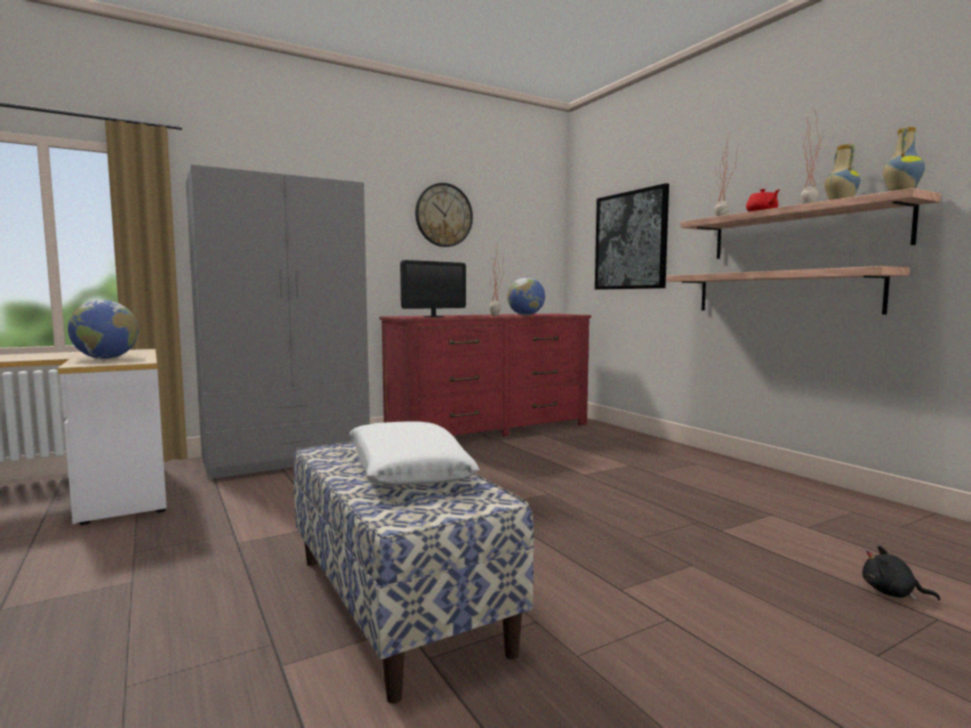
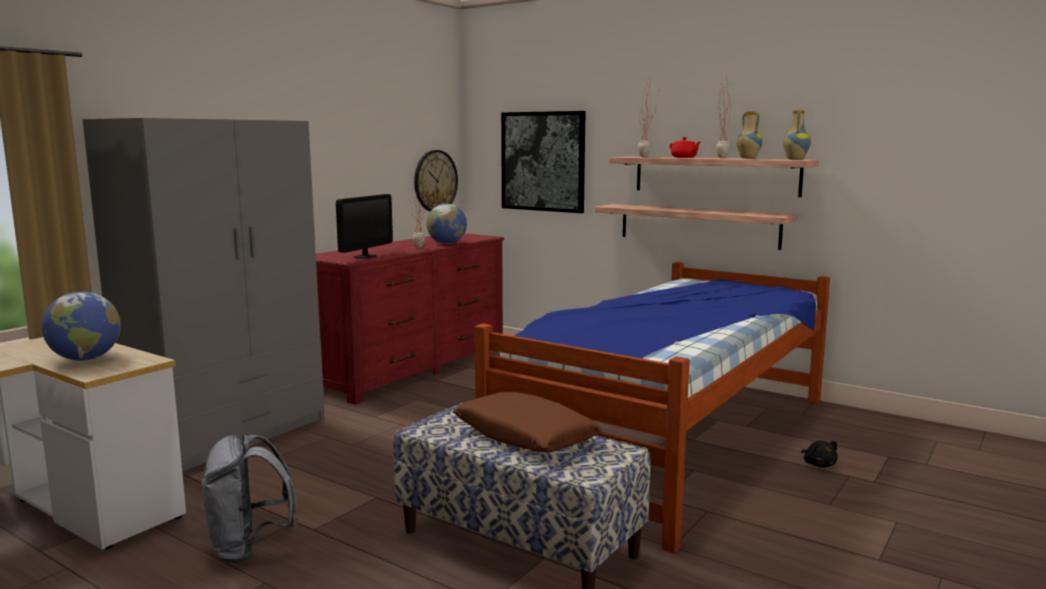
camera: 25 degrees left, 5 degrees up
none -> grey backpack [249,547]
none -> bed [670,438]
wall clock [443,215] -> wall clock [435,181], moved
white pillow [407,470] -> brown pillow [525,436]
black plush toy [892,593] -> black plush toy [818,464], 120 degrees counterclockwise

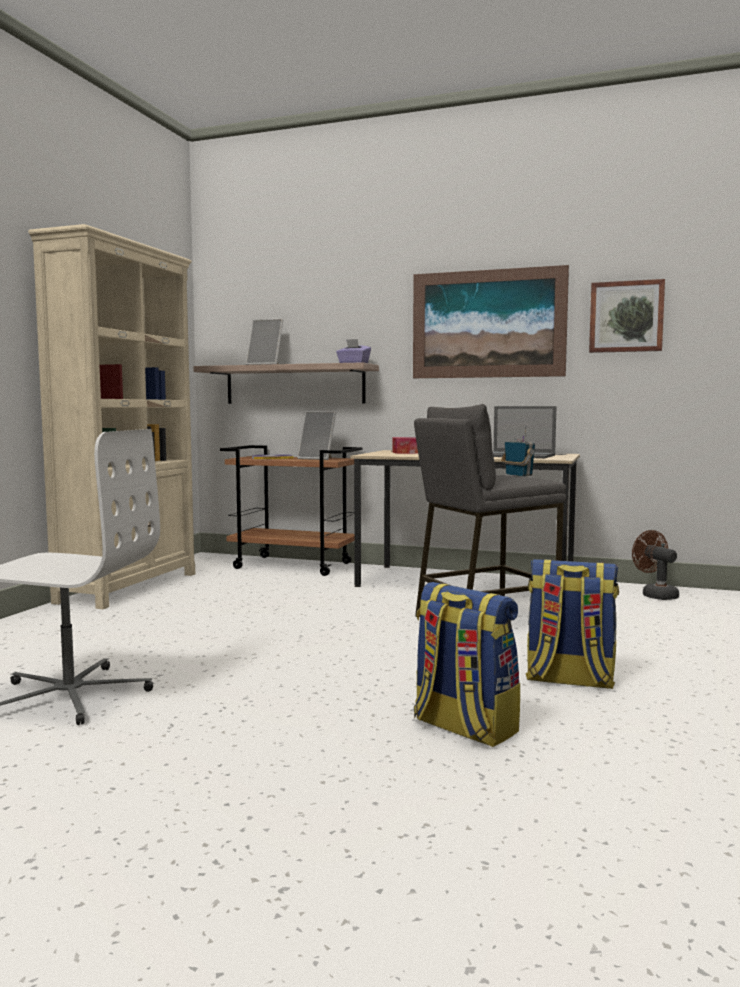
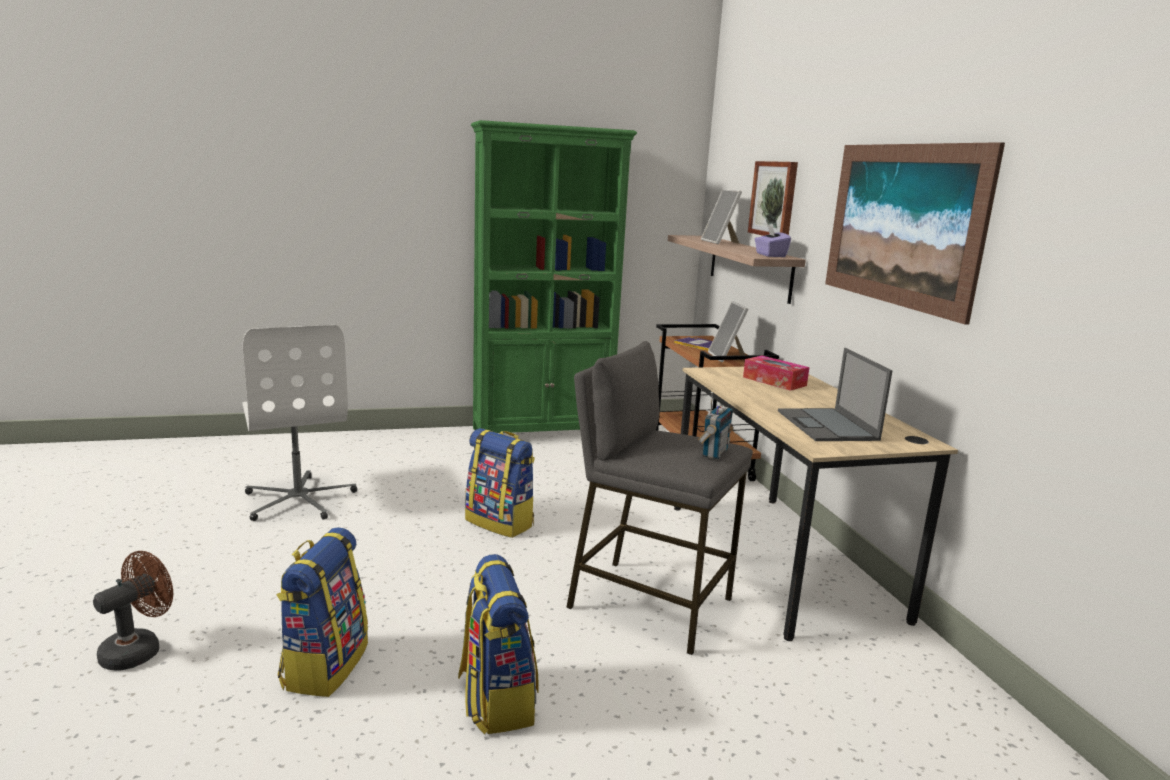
camera: 55 degrees right, 10 degrees up
none -> backpack [501,522]
picture [626,317] -> picture [774,199], moved
brown fan [655,595] -> brown fan [138,650], moved
beige bookcase [129,587] -> green bookcase [543,433]

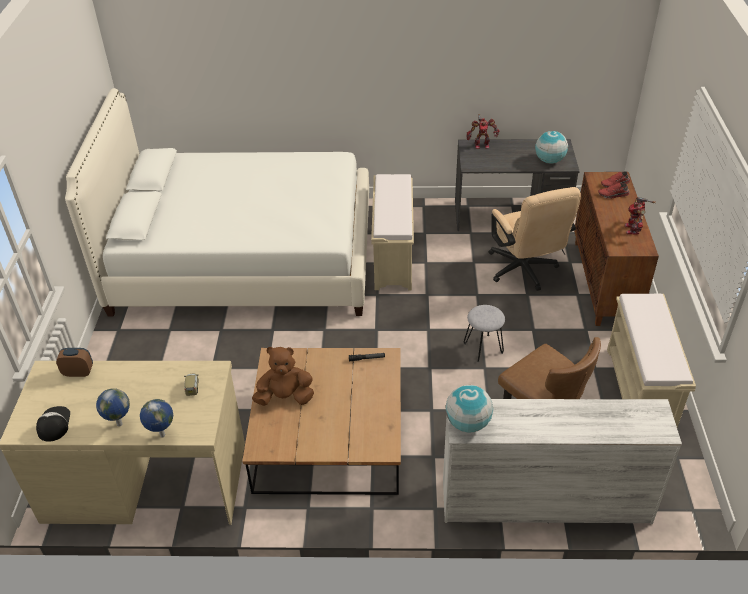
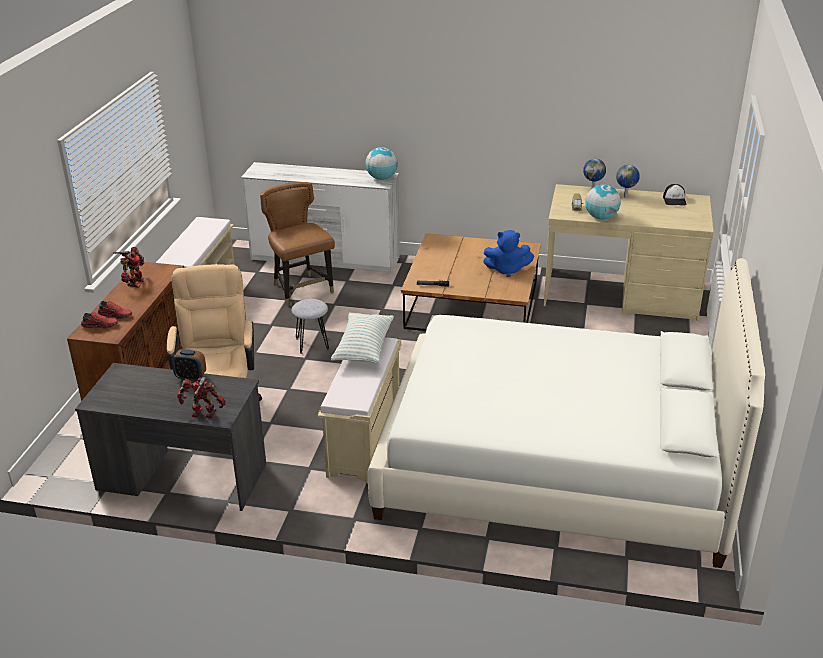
camera: 170 degrees left, 10 degrees down
none -> pillow [363,348]
alarm clock [78,372] -> alarm clock [191,377], moved
globe [549,160] -> globe [601,217], moved
brown plush toy [285,397] -> blue plush toy [507,270]

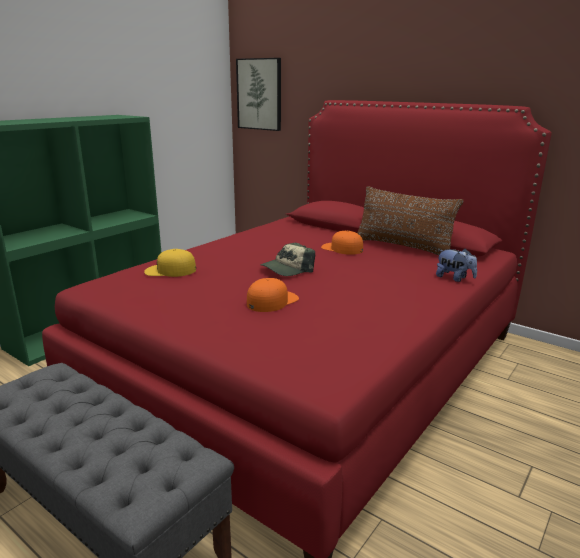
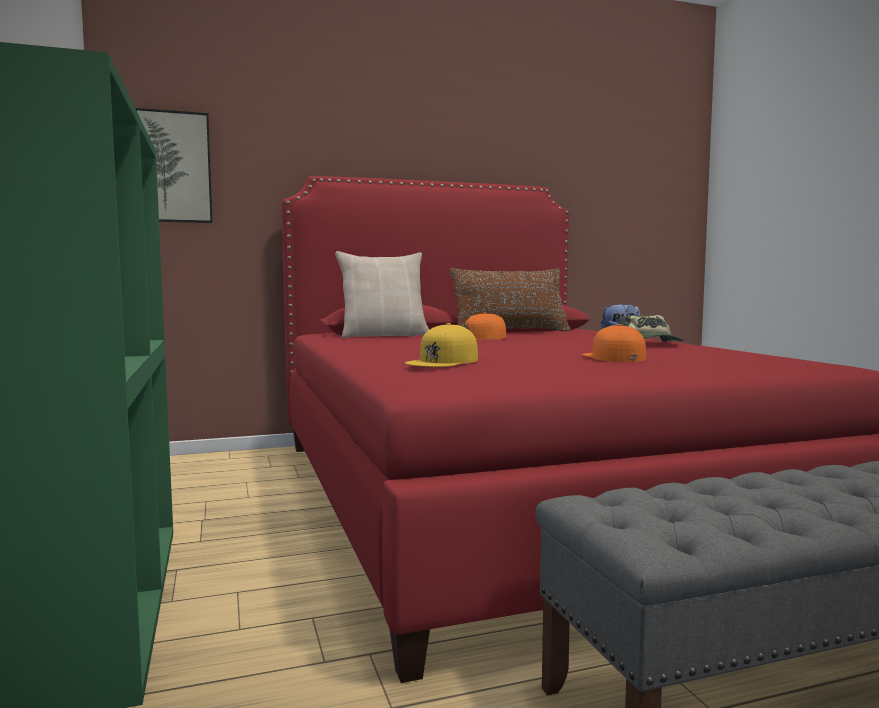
camera: 55 degrees left, 15 degrees down
none -> beige pillow [383,335]
cap [287,269] -> cap [650,343], moved

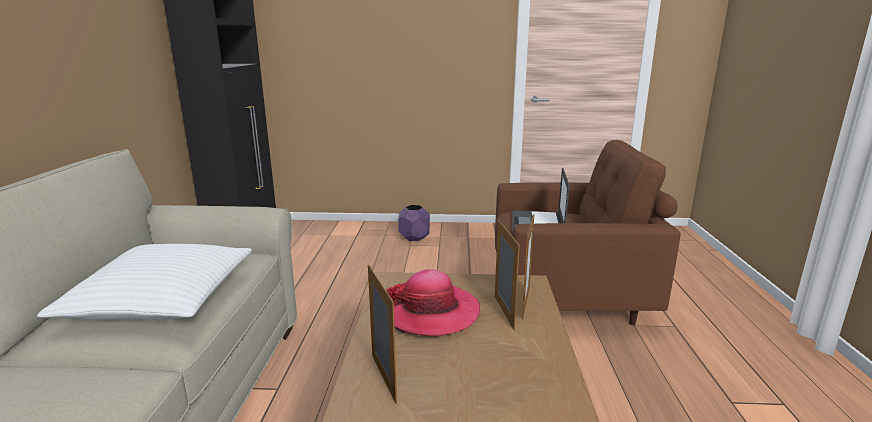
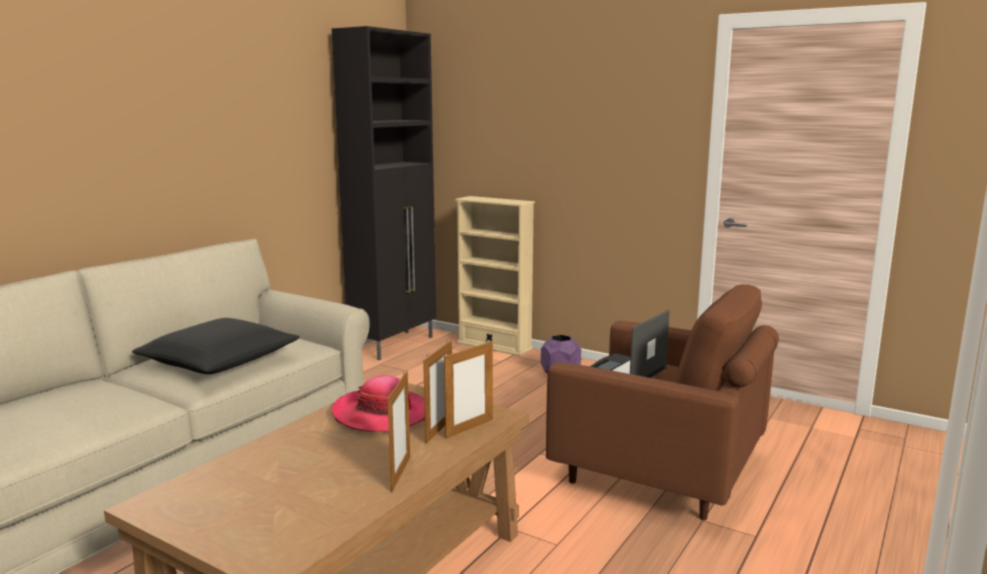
camera: 30 degrees right, 5 degrees down
none -> beige bookcase [494,346]
picture frame [383,377] -> picture frame [400,473], moved
white pillow [161,298] -> black pillow [219,361]

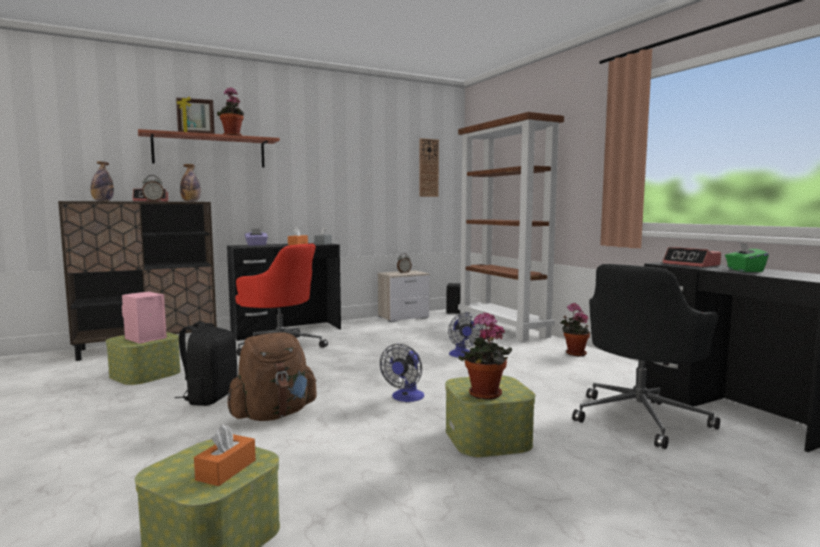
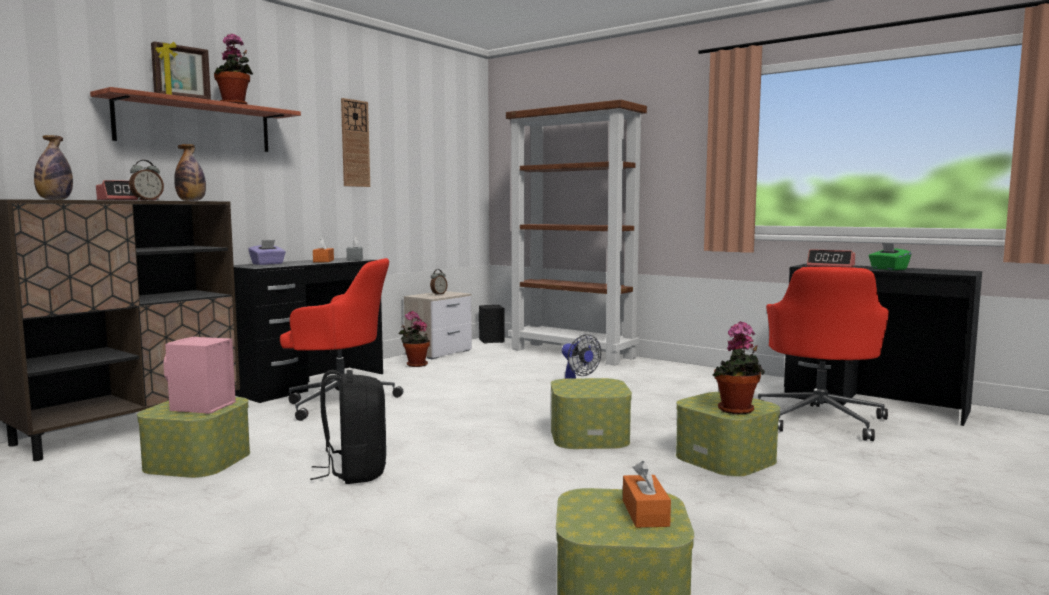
camera: 25 degrees left, 0 degrees up
brown backpack [273,415] -> none
wall clock [428,168] -> wall clock [355,143], moved
potted plant [574,353] -> potted plant [415,365], moved
fan [405,398] -> storage box [589,436]
black office chair [640,418] -> red office chair [820,420]

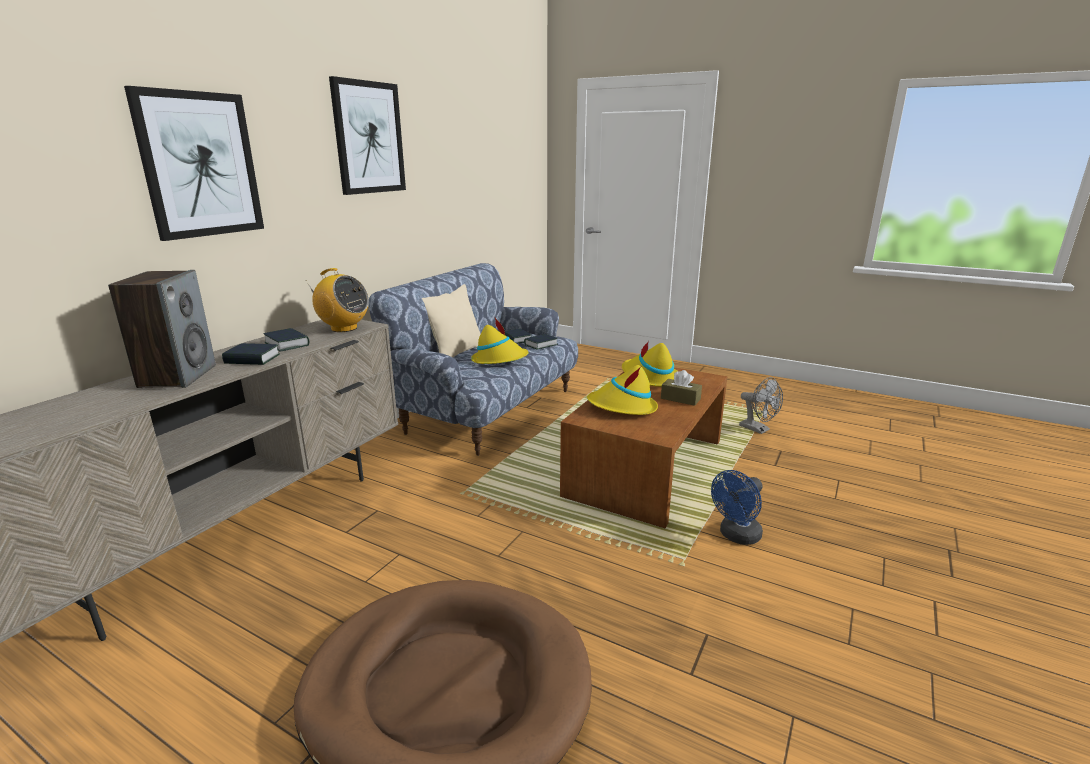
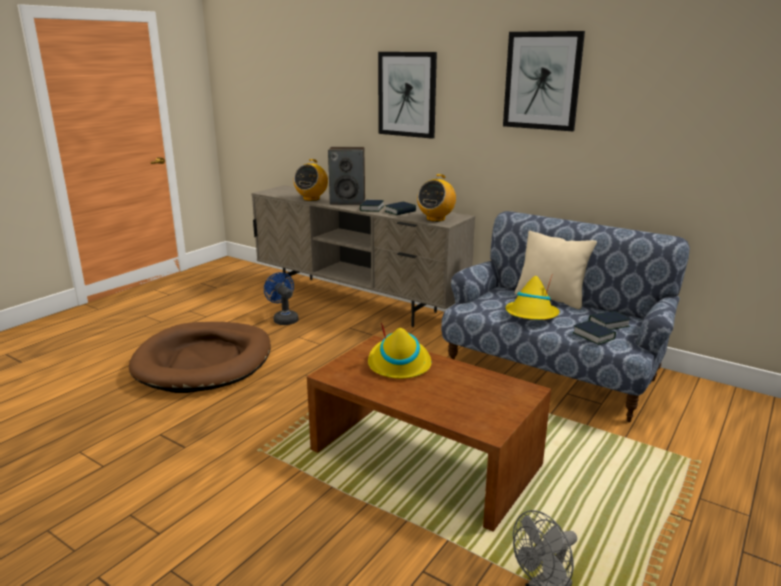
camera: 95 degrees right, 0 degrees up
yellow hat [650,377] -> none
brown tissue box [680,399] -> none
none -> radio [311,199]
blue fan [736,536] -> blue fan [284,319], moved

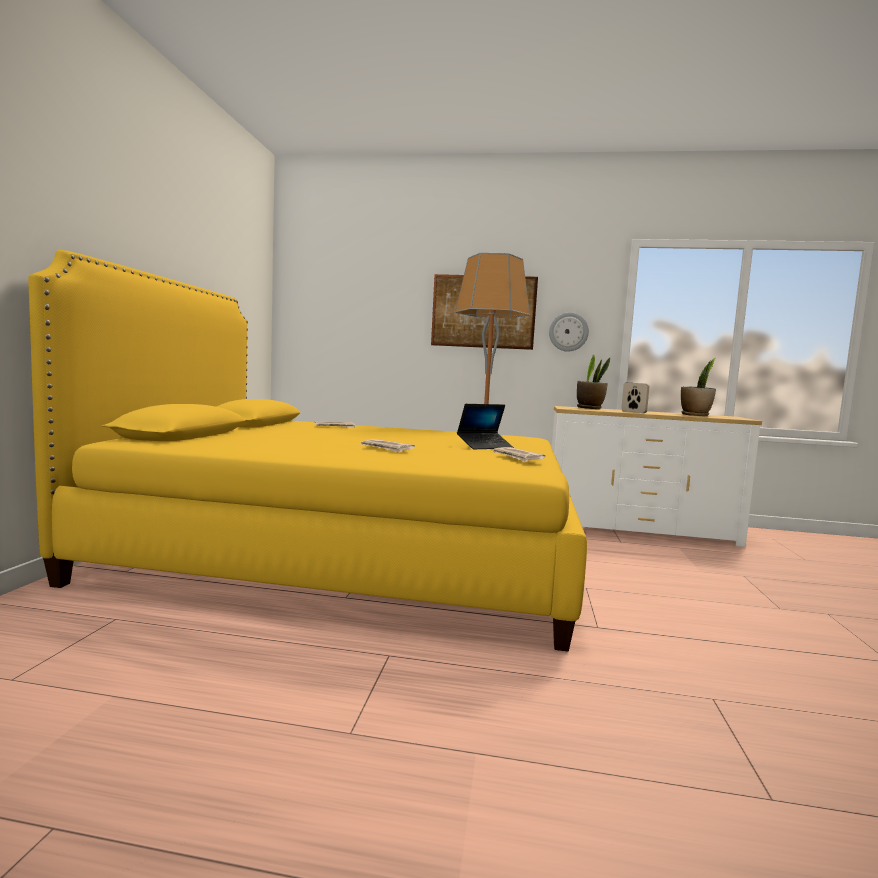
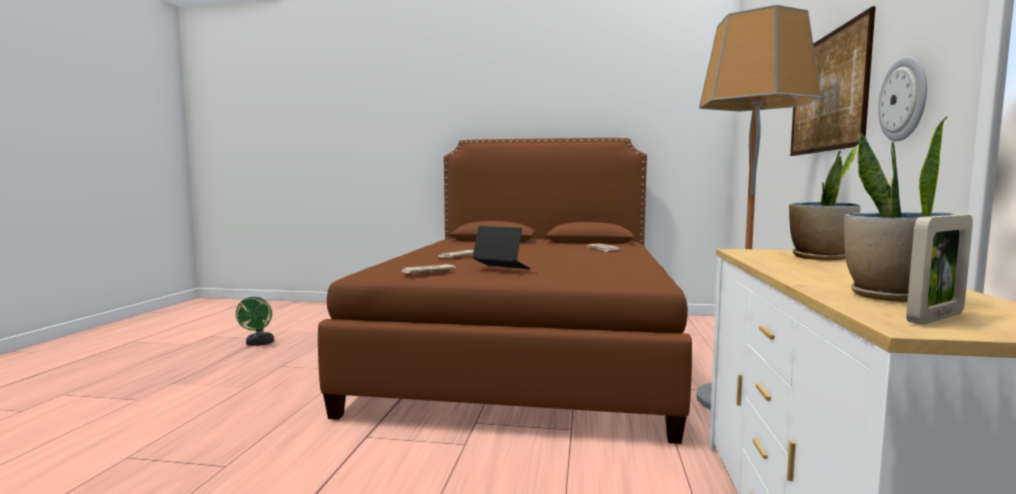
camera: 90 degrees right, 0 degrees up
none -> green fan [258,344]
picture frame [633,412] -> picture frame [935,318], moved
yellow bed [348,555] -> brown bed [525,352]
laptop [485,446] -> laptop [501,269], 150 degrees clockwise

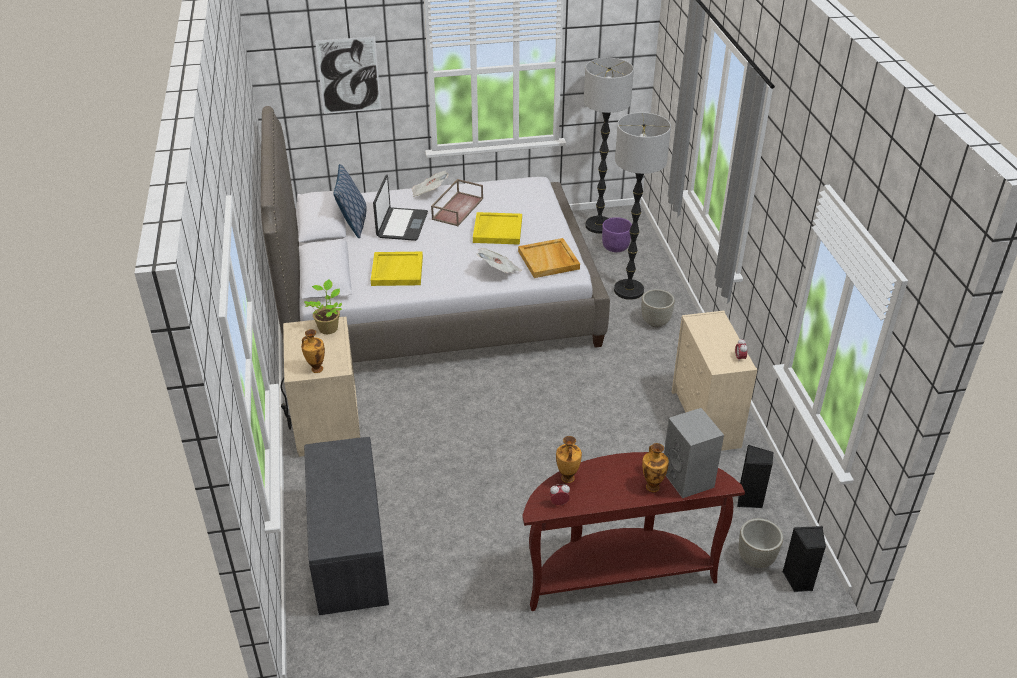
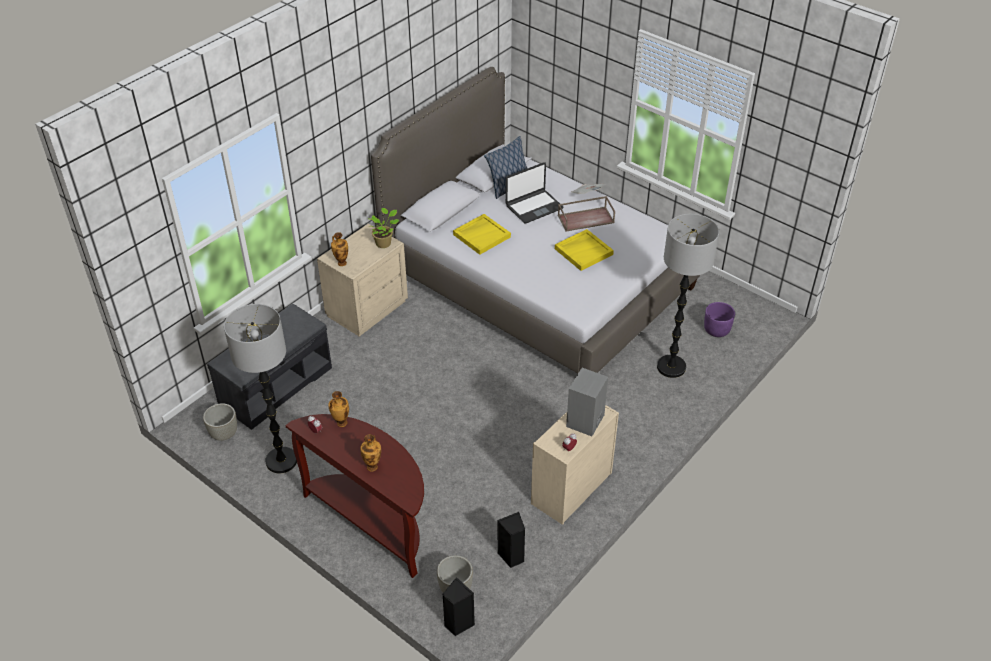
camera: 50 degrees right, 5 degrees up
picture [349,75] -> none
newspaper [499,271] -> none
beige tray [549,260] -> none
floor lamp [598,226] -> floor lamp [281,461], moved
grey planter [656,322] -> grey planter [224,434], moved
grey speaker [689,479] -> grey speaker [585,421], moved

